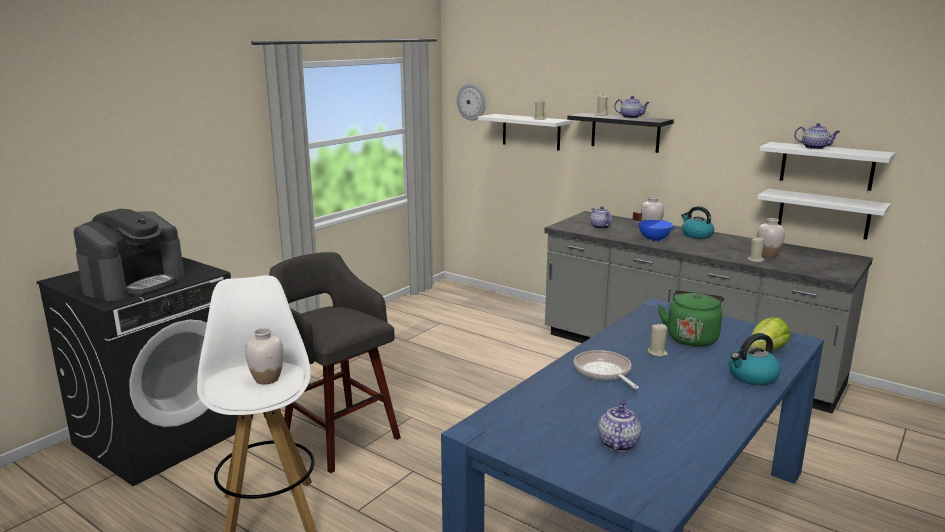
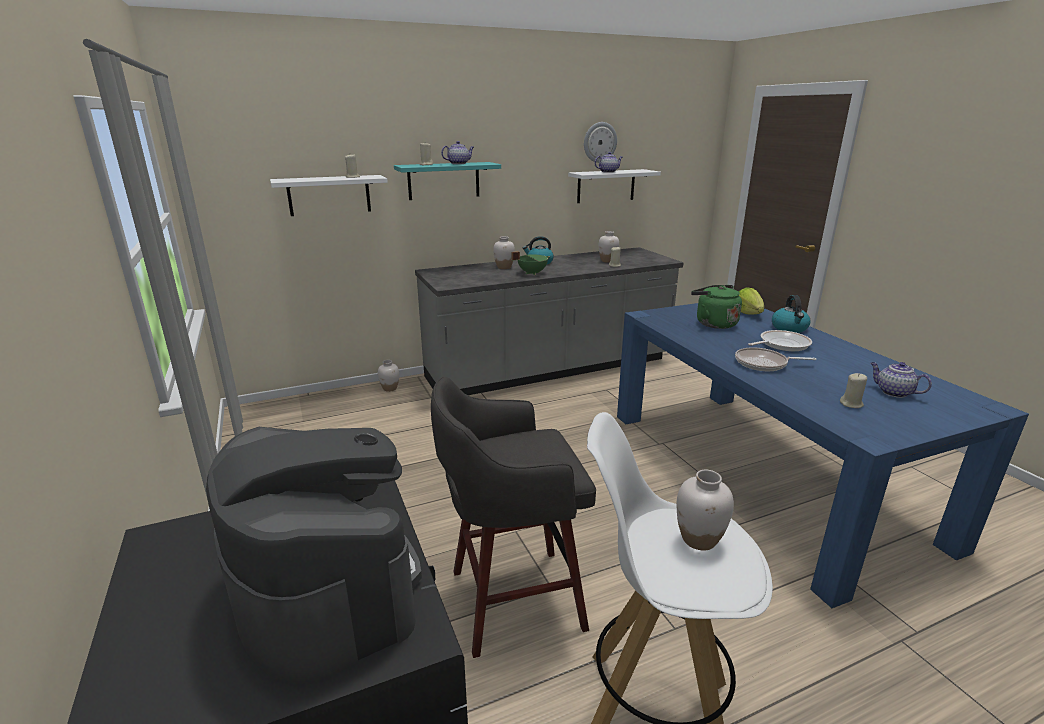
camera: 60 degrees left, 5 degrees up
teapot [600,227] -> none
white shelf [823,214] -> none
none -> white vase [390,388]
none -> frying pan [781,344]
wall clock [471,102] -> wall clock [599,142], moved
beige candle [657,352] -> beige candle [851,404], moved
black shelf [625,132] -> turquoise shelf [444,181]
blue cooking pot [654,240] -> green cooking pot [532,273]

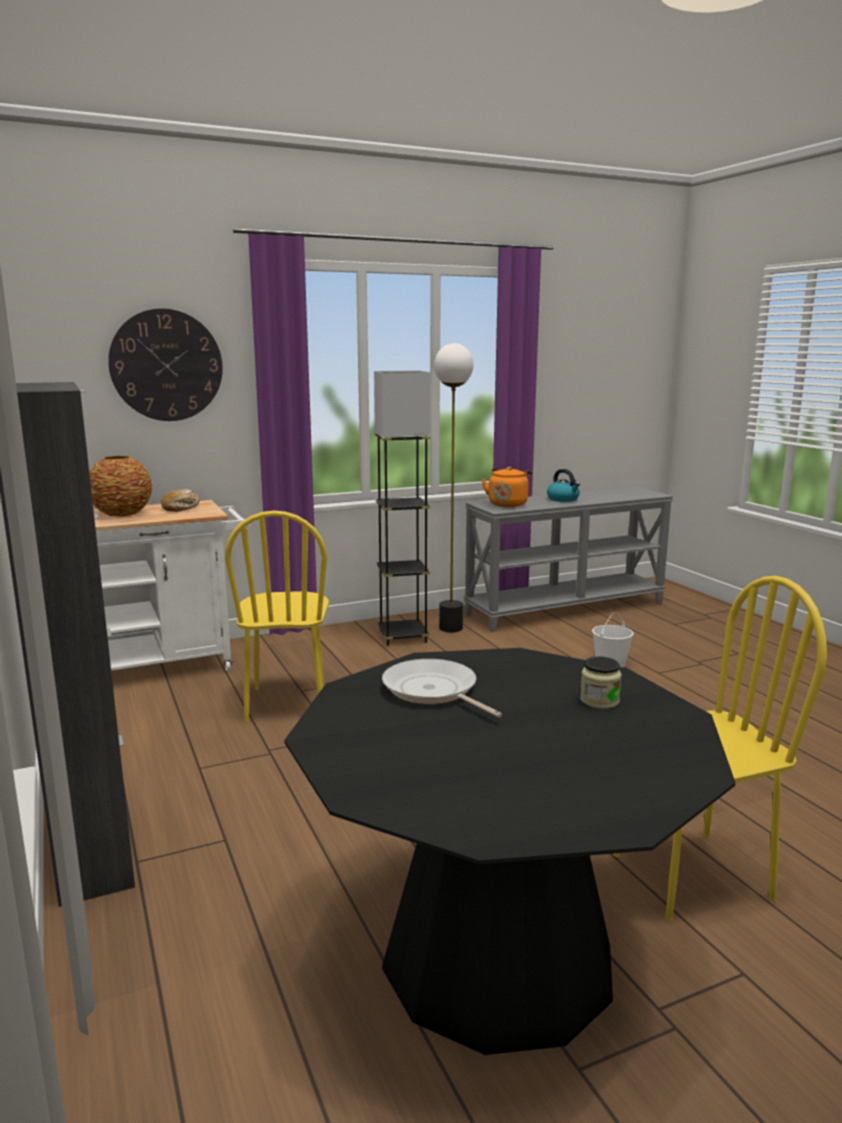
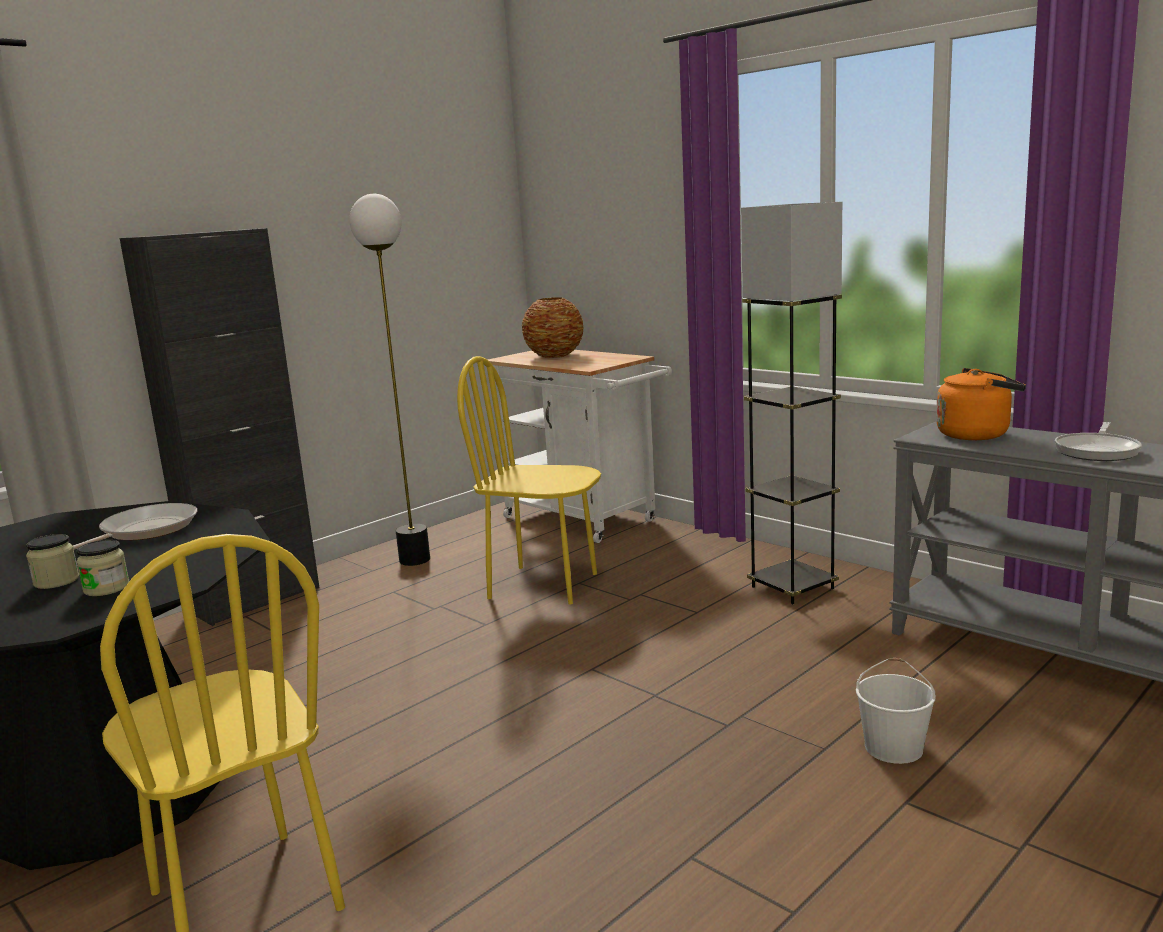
camera: 70 degrees right, 0 degrees up
wall clock [166,365] -> none
bread [181,508] -> none
none -> jar [56,581]
floor lamp [451,628] -> floor lamp [414,560], moved
kettle [563,499] -> frying pan [1097,451]
yellow chair [287,703] -> yellow chair [543,585], 45 degrees clockwise

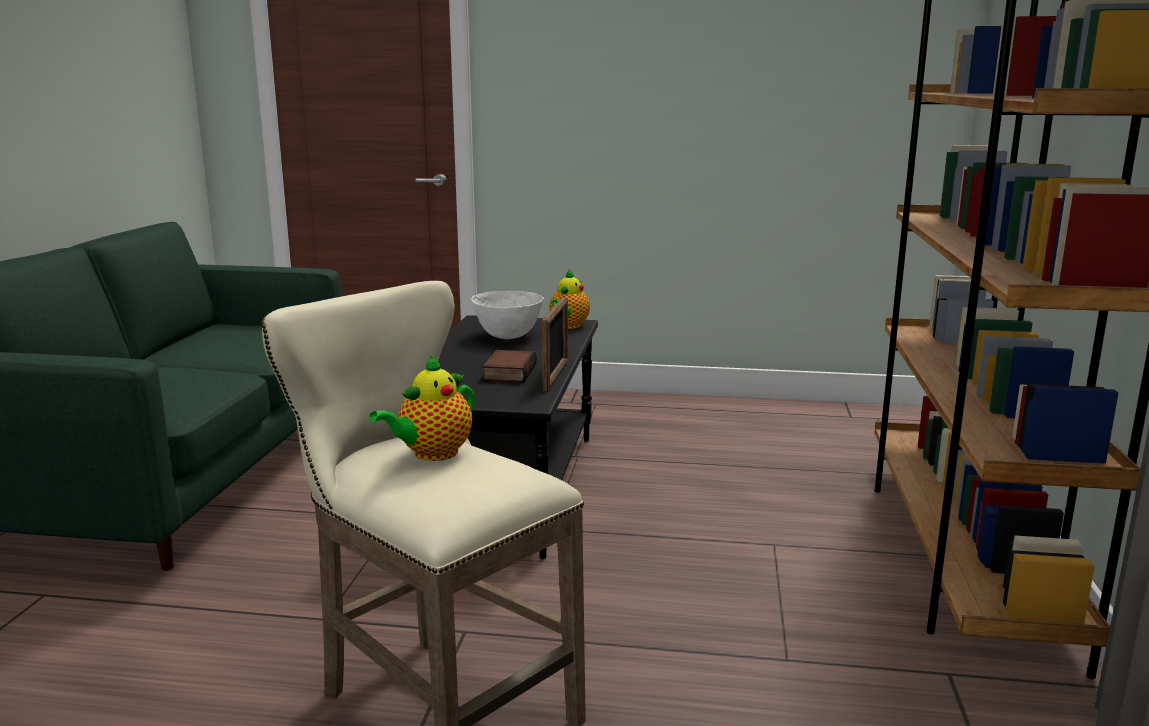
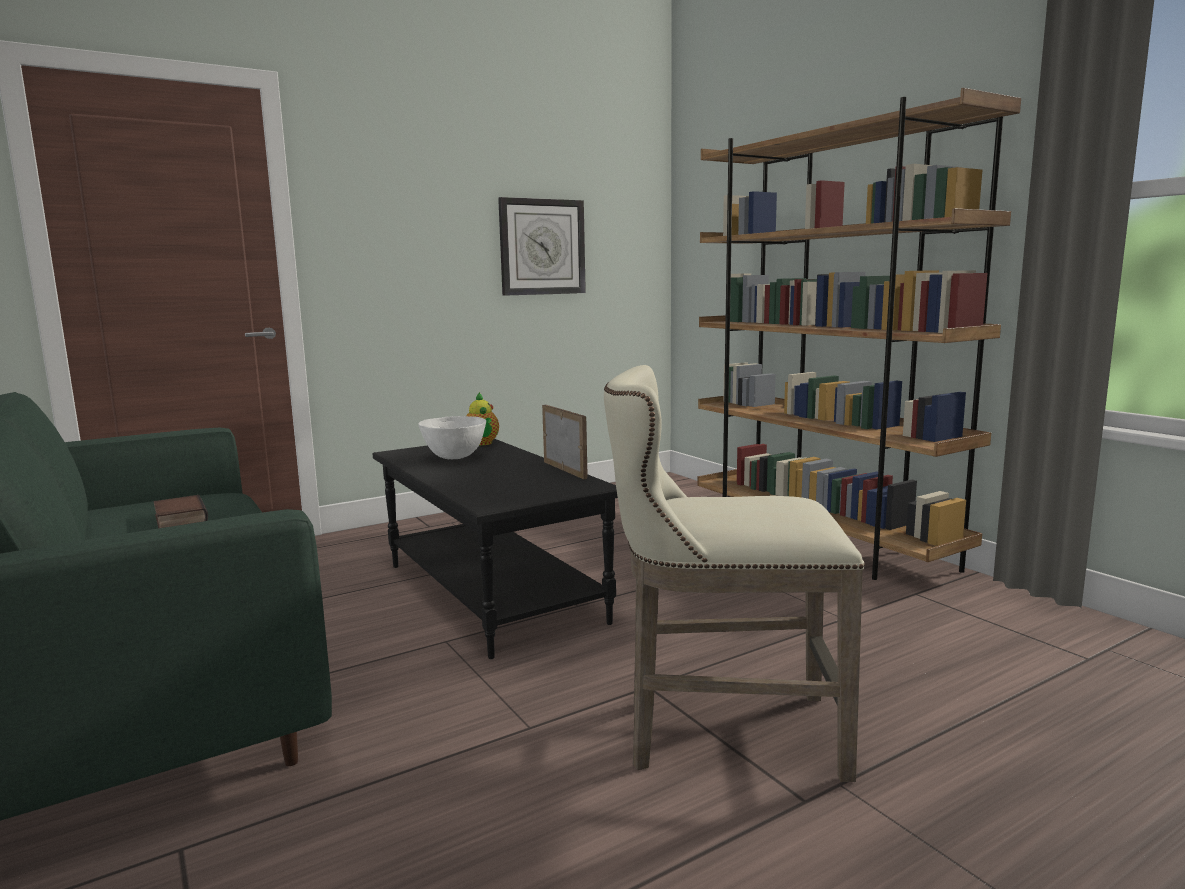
camera: 40 degrees left, 5 degrees down
teapot [431,454] -> none
none -> wall clock [542,247]
book [508,372] -> book [178,519], moved

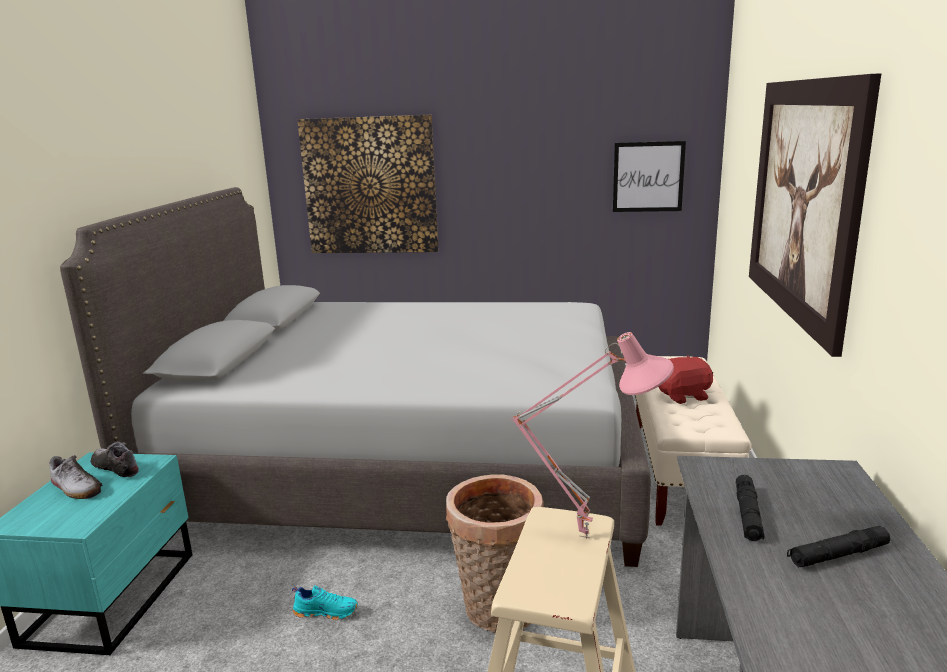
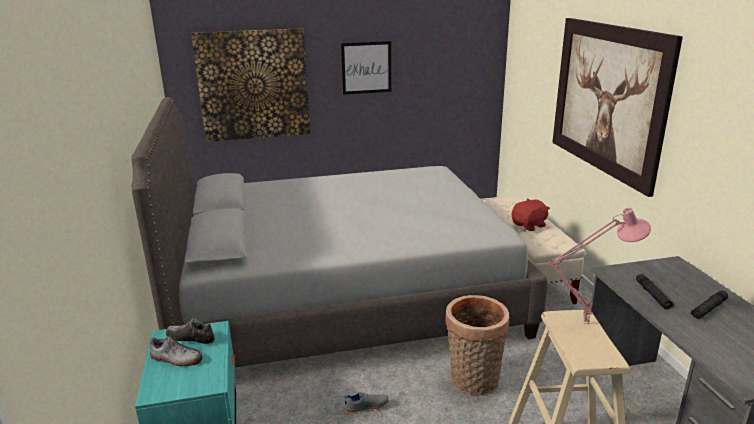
camera: 20 degrees left, 5 degrees up
picture [648,177] -> picture [366,67], moved
turquoise shoe [326,611] -> grey shoe [365,407]

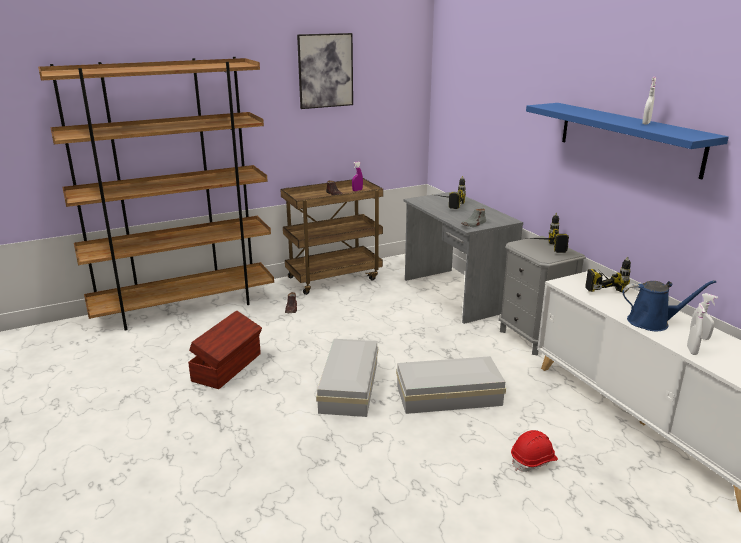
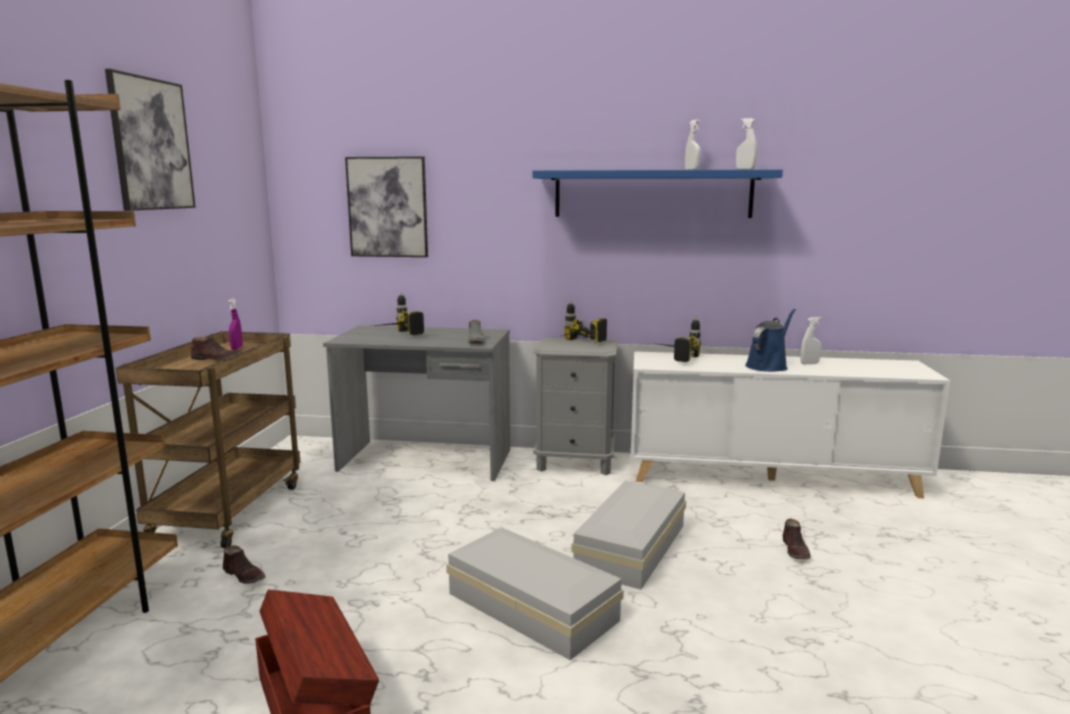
camera: 55 degrees left, 10 degrees down
none -> picture [387,207]
white spray bottle [691,350] -> white spray bottle [745,169], moved
red hard hat [533,460] -> brown shoe [796,550]

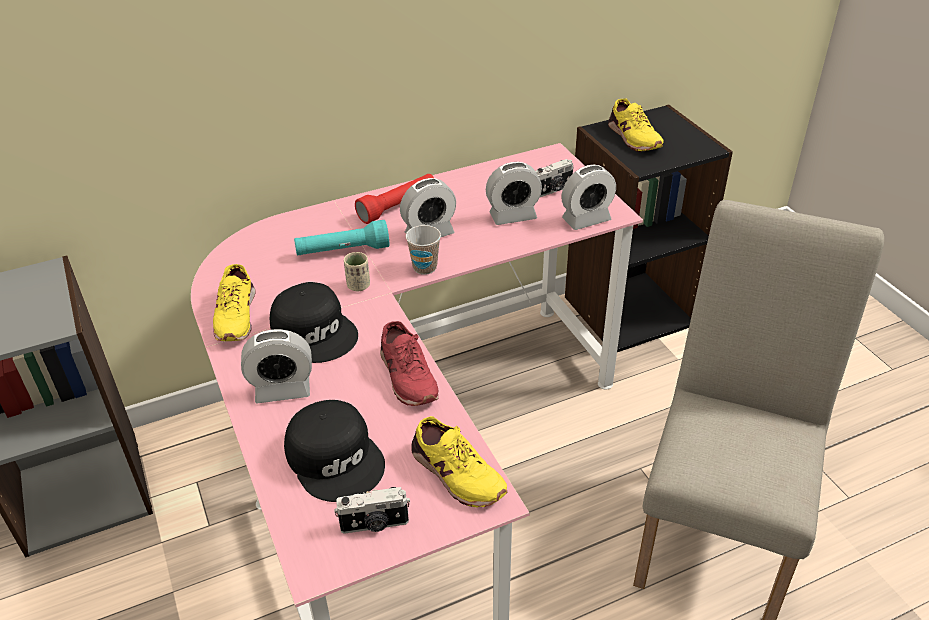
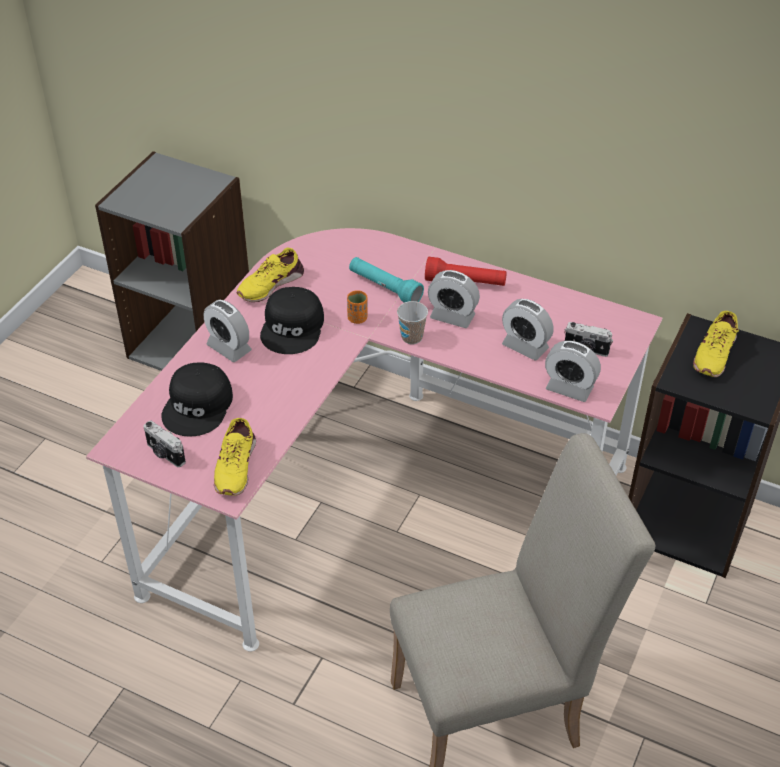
camera: 50 degrees right, 5 degrees up
red shoe [407,376] -> none
beige cup [358,286] -> orange cup [357,318]

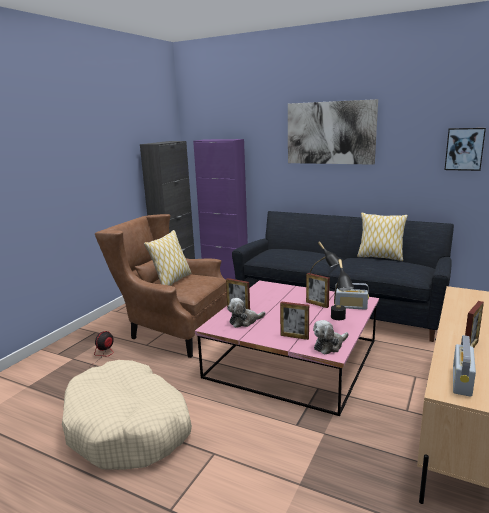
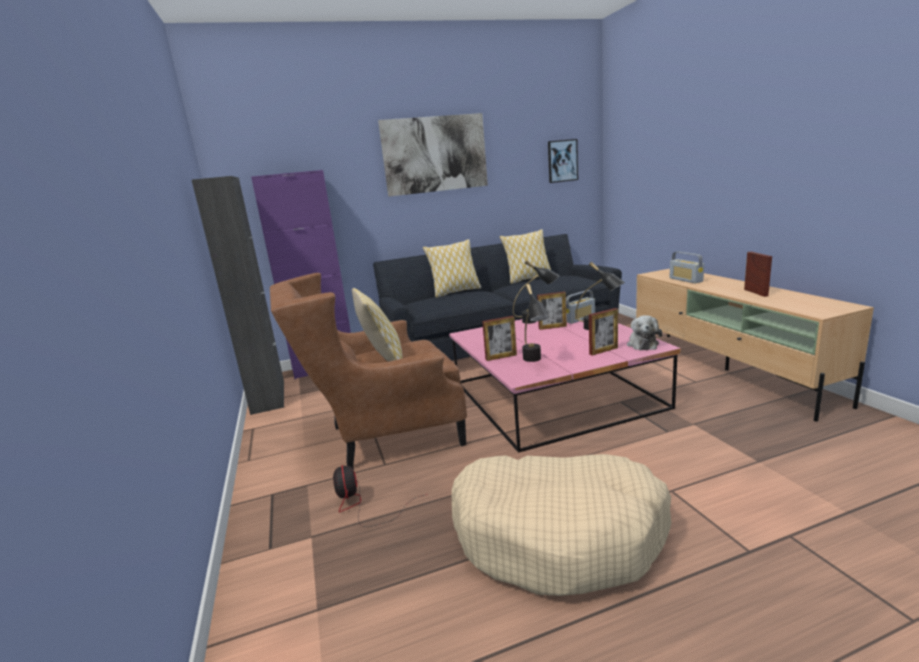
camera: 45 degrees left, 0 degrees up
none -> pillow [455,292]
radio [462,381] -> radio [686,280], moved
plush toy [244,321] -> black table lamp [534,361]

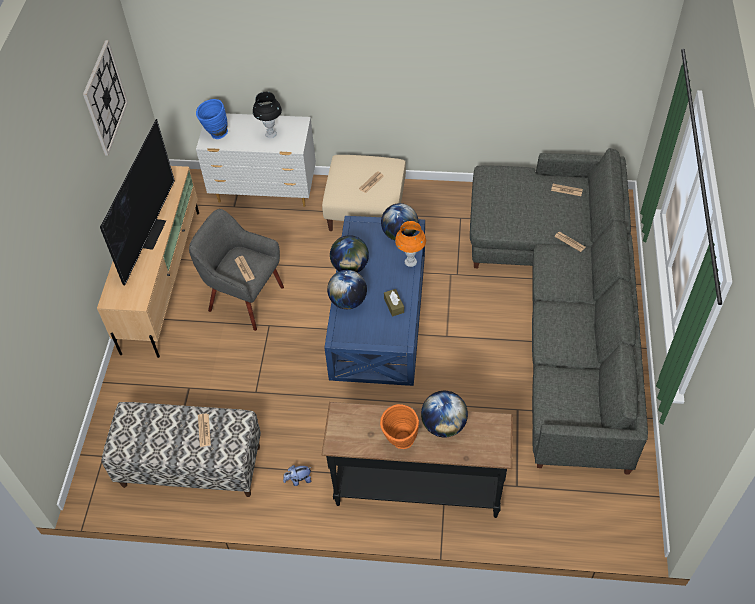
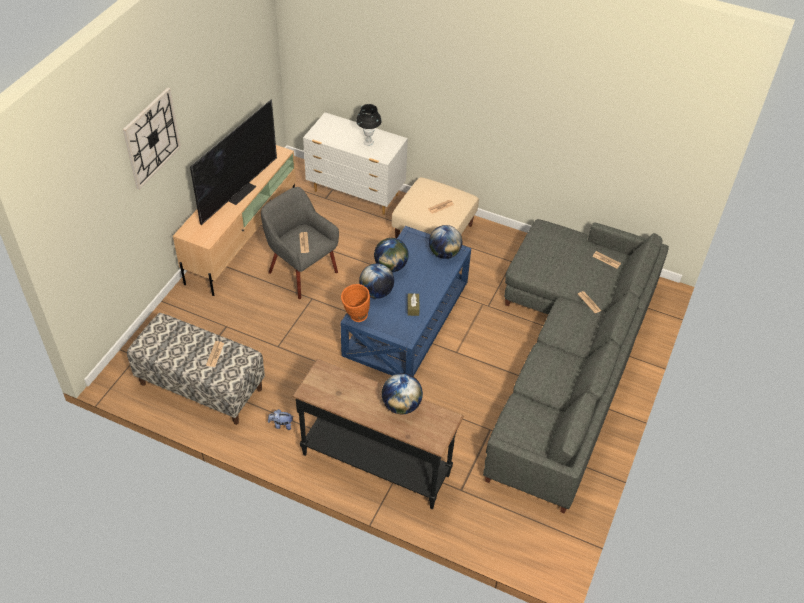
camera: 15 degrees right, 5 degrees down
blue vase [215,134] -> none
orange table lamp [410,262] -> none
wall clock [105,98] -> wall clock [151,138], moved
orange vase [400,443] -> orange vase [355,318], moved

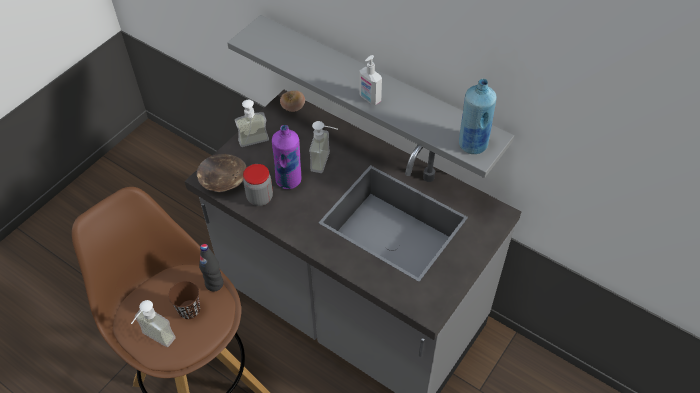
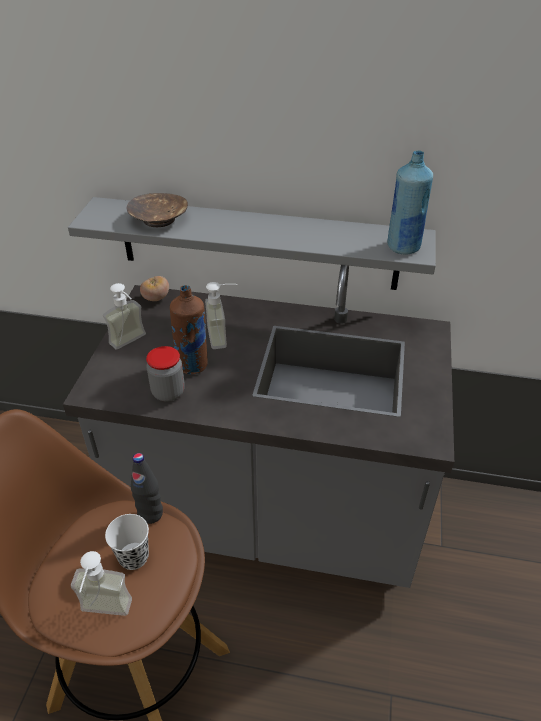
camera: 25 degrees left, 10 degrees down
soap dispenser [369,99] -> none
brown bowl [223,180] -> brown bowl [159,219], moved
brown cup [189,310] -> white cup [133,557]
purple bottle [289,180] -> brown bottle [192,365]

